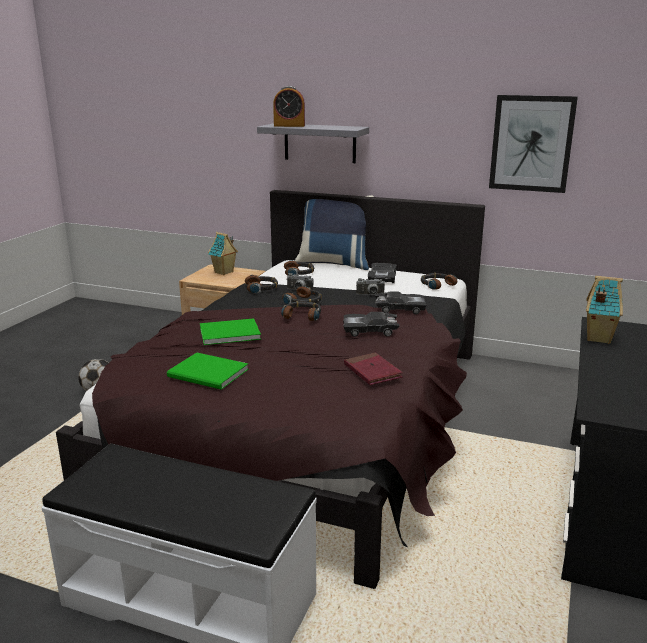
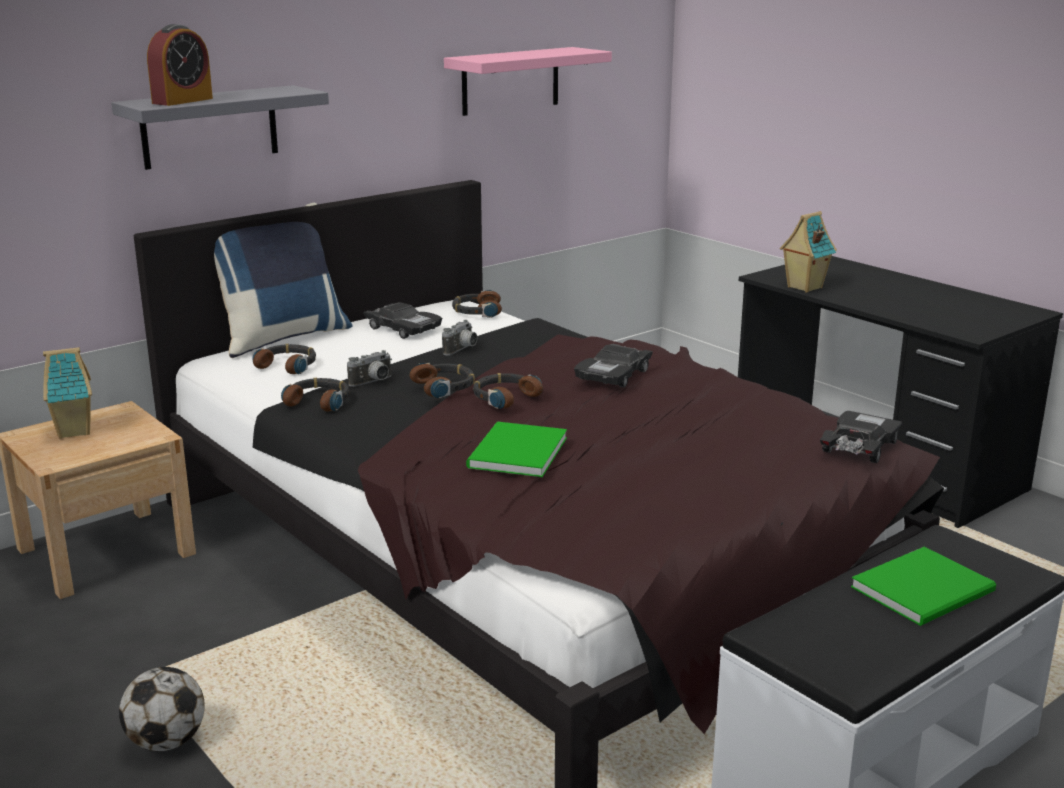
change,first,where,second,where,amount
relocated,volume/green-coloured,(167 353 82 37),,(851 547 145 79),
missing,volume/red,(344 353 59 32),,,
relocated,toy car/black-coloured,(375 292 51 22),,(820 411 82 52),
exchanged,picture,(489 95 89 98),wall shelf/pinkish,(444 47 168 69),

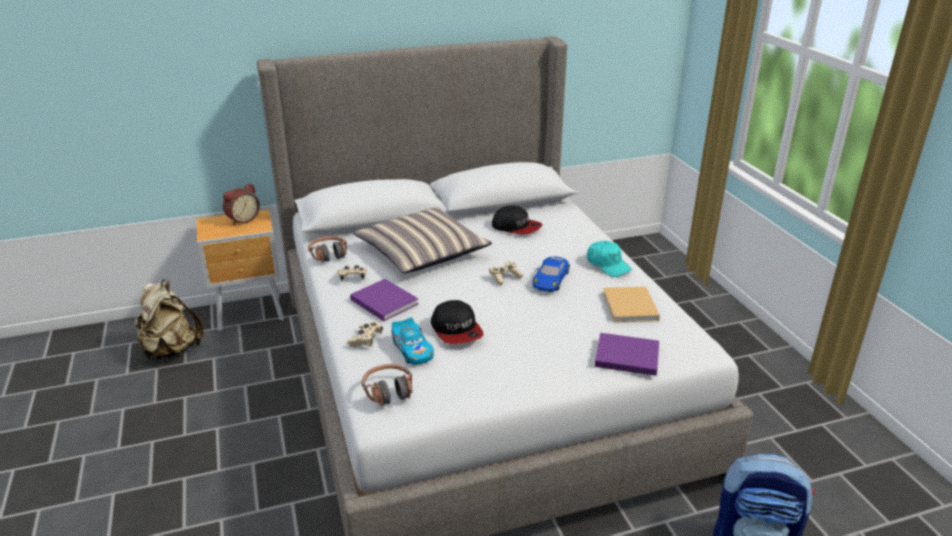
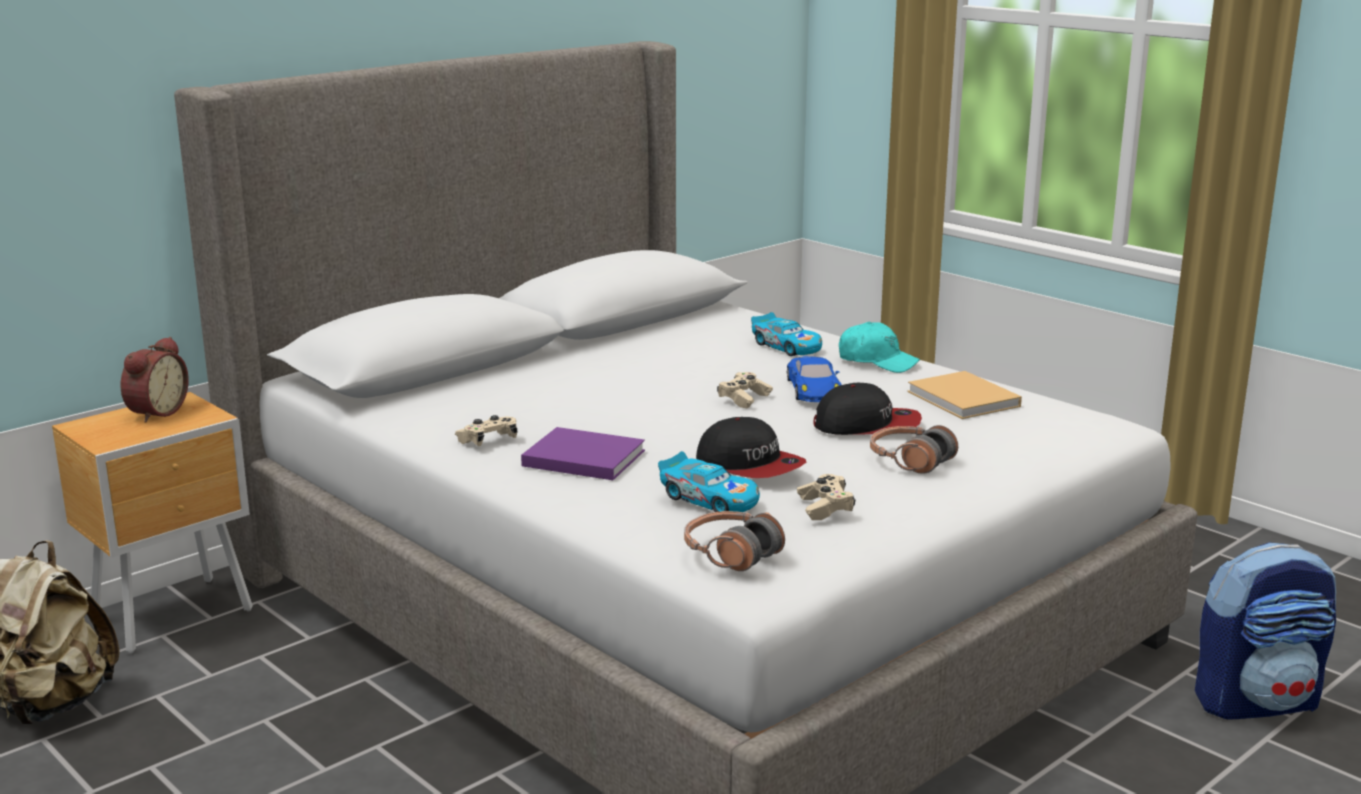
change,first,where,second,where,amount
relocated,pair of headphones,(308 236 39 27),,(870 425 88 49),
relocated,joypad/beige-coloured,(347 321 36 26),,(797 474 59 46),
missing,pillow,(353 208 139 65),,,
relocated,cap,(492 206 51 29),,(813 383 109 52),
missing,volume/purple-coloured,(595 333 64 43),,,
appeared,,,toy car,(751 312 71 44),

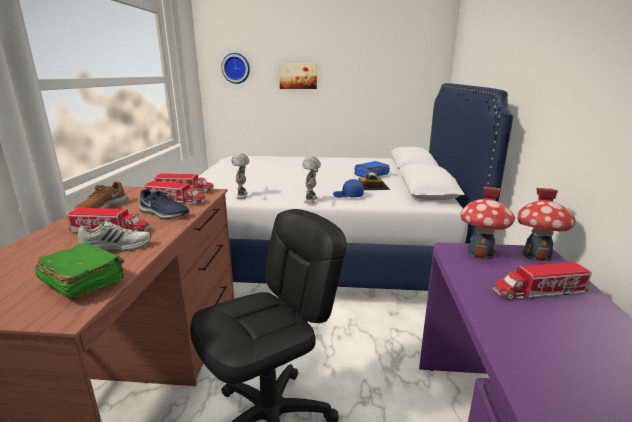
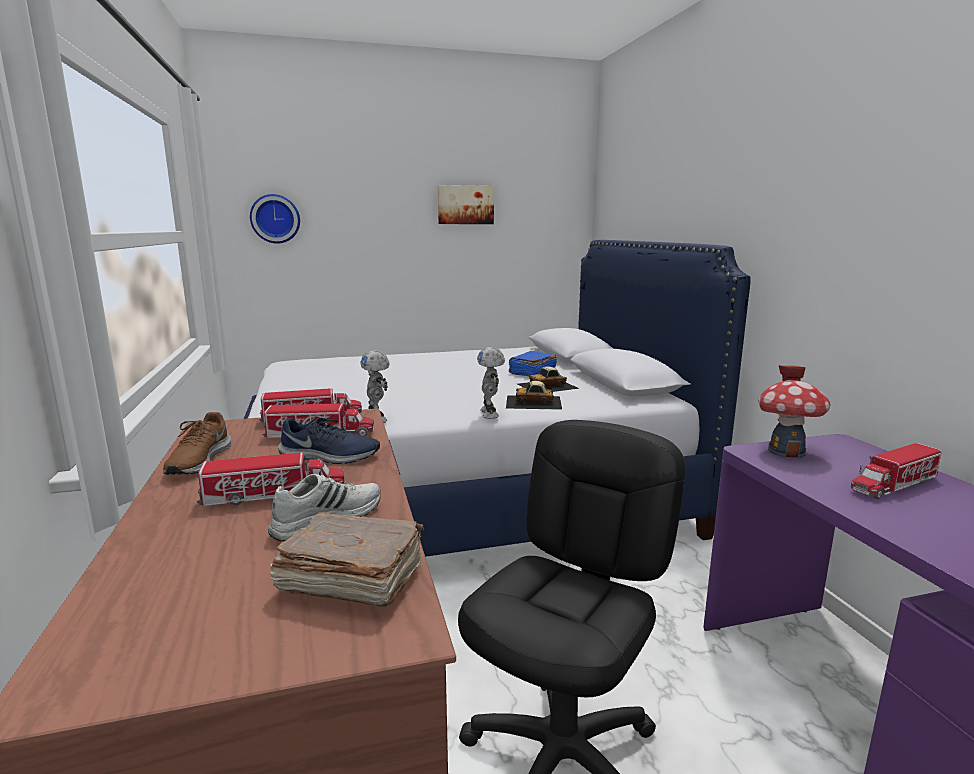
change,first,where,second,where,amount
colour,volume/green-coloured,(35 243 89 57),volume/brown,(270 512 154 95),
relocated,picture,(279 63 38 26),,(438 185 56 39),
exchanged,cap/bluish,(333 179 31 18),toy car,(506 381 56 29),
missing,model house,(517 188 59 73),,,

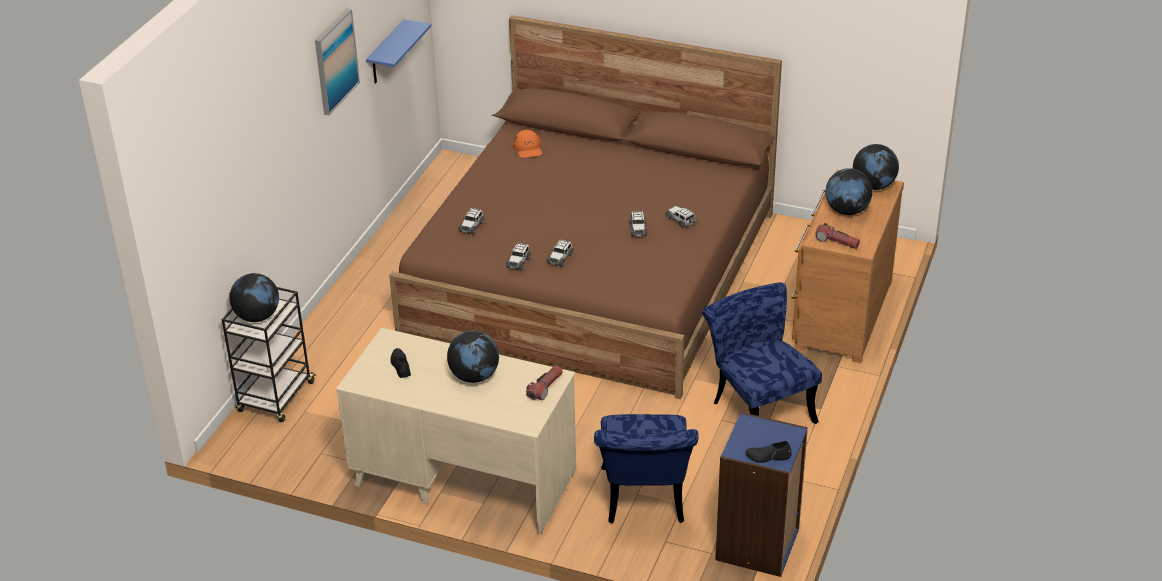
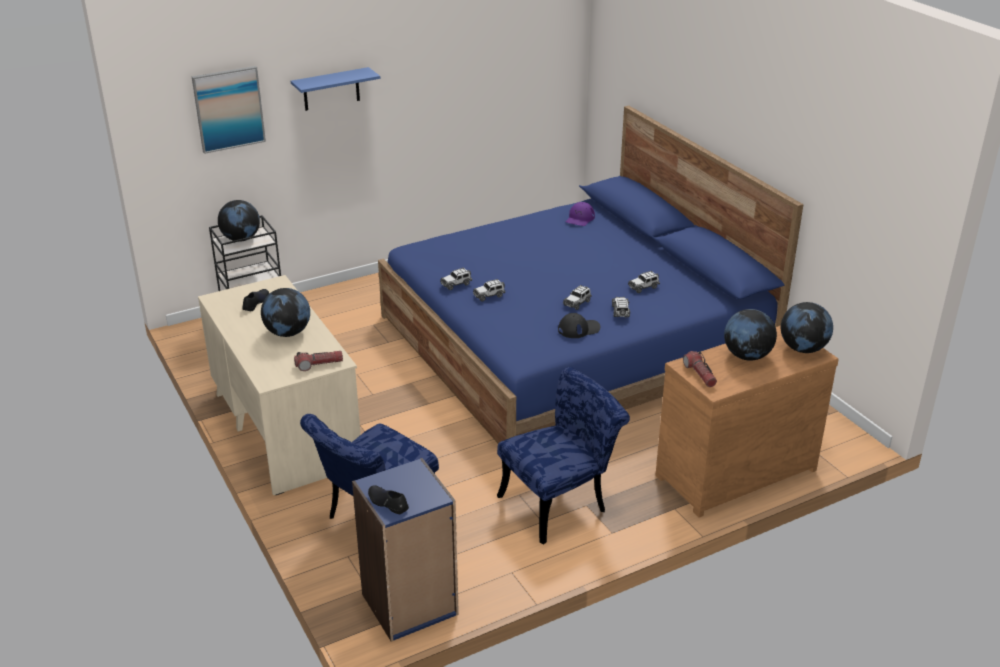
change,first,where,second,where,amount
relocated,picture,(315 9 45 106),,(191 66 75 88),
relocated,wall shelf/bluish,(366 19 65 65),,(291 67 89 44),
colour,sleeping bed/brown,(389 15 393 384),sleeping bed/bluish,(378 106 425 337),
relocated,toy car,(458 208 26 27),,(628 271 32 22),
colour,cap/orange-coloured,(513 130 29 28),cap/purple-coloured,(566 202 29 24),
spun,chair/bluish,(702 282 120 142),,(497 367 133 178),45 degrees clockwise
appeared,,,cap/black-coloured,(558 313 42 25),

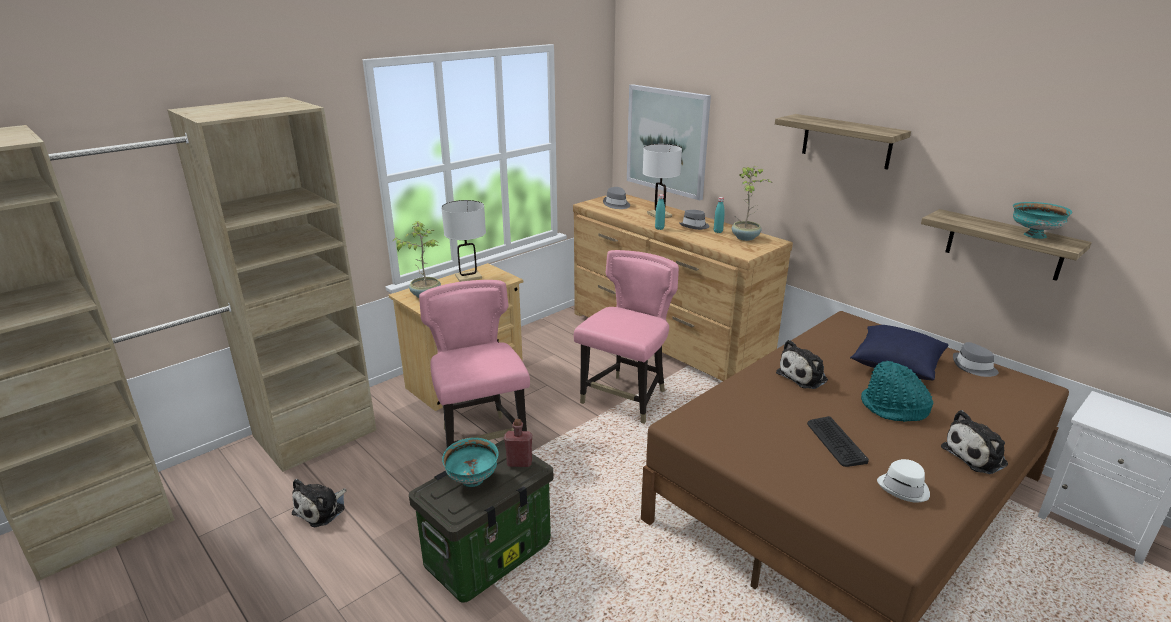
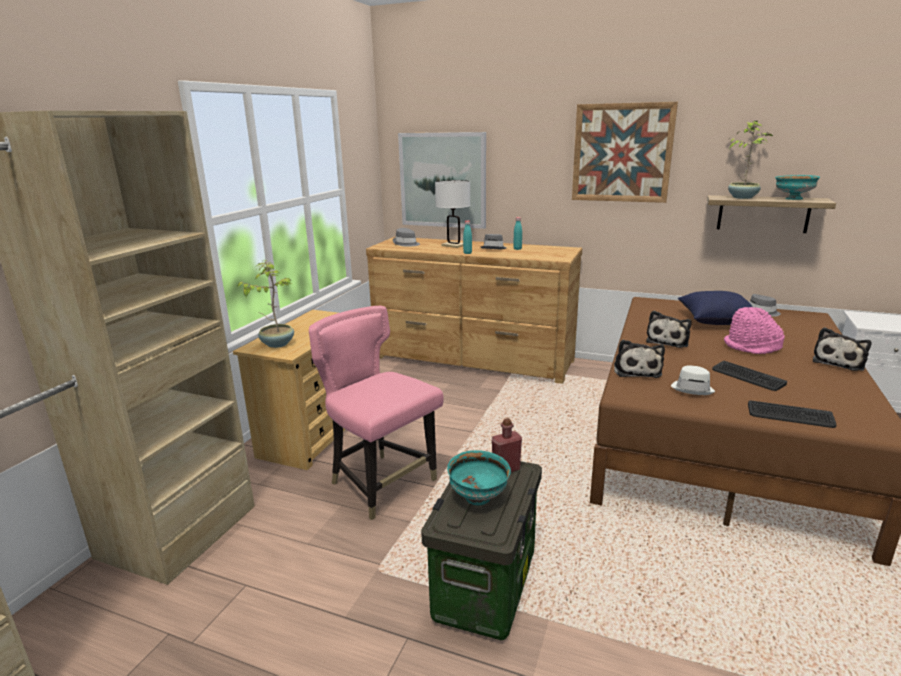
change,first,where,second,where,amount
relocated,cuddly toy,(292 479 55 48),,(614 340 51 38),
missing,table lamp/whitish,(441 200 45 82),,,
missing,chair/pinkish,(574 250 105 174),,,
relocated,plant in a pot,(732 166 39 75),,(728 121 45 78),
exchanged,wall shelf,(775 114 136 56),picture,(572 102 106 101),
colour,wearable hat/turquoise,(861 361 72 61),wearable hat/pinkish,(724 307 61 47),
relocated,wearable hat/whitish,(877 459 53 44),,(671 365 44 30),
appeared,,,keyboard,(748 400 88 28),

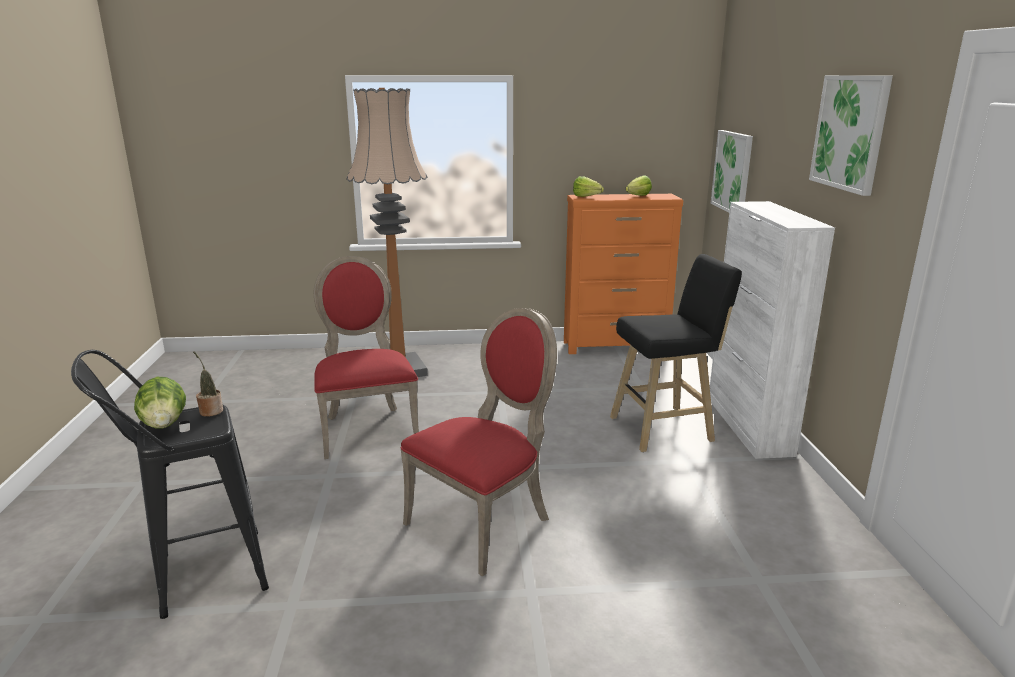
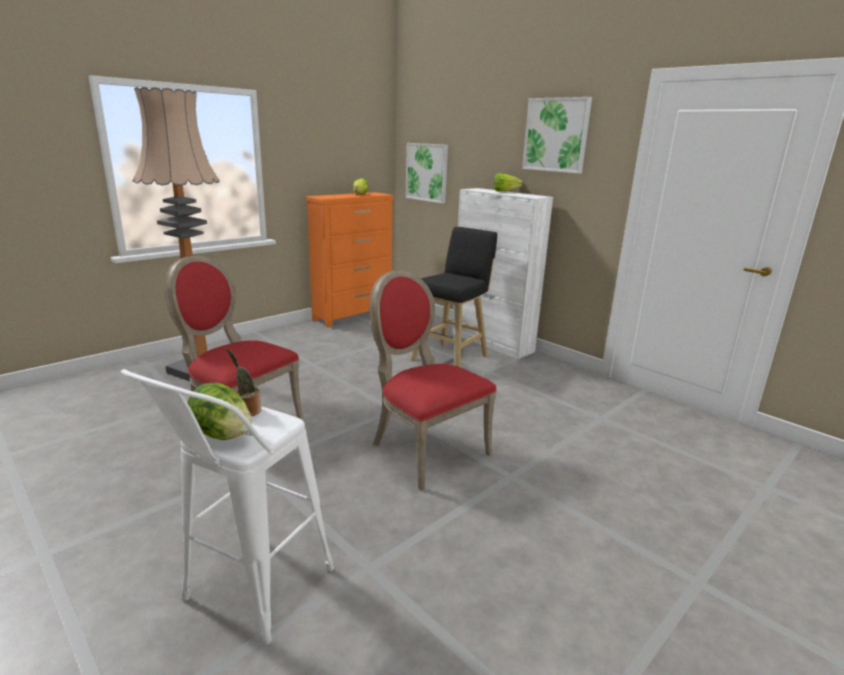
change,first,where,second,where,amount
colour,sitting stool/black-coloured,(71 350 198 269),sitting stool/whitish,(121 369 213 276),
spun,chair/red,(400 308 157 268),,(369 270 128 221),45 degrees counterclockwise
relocated,head of lettuce,(573 176 31 21),,(494 173 29 19),

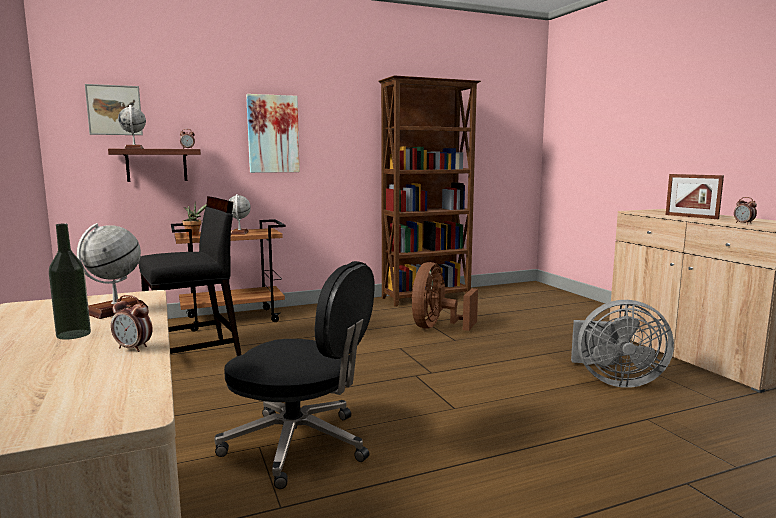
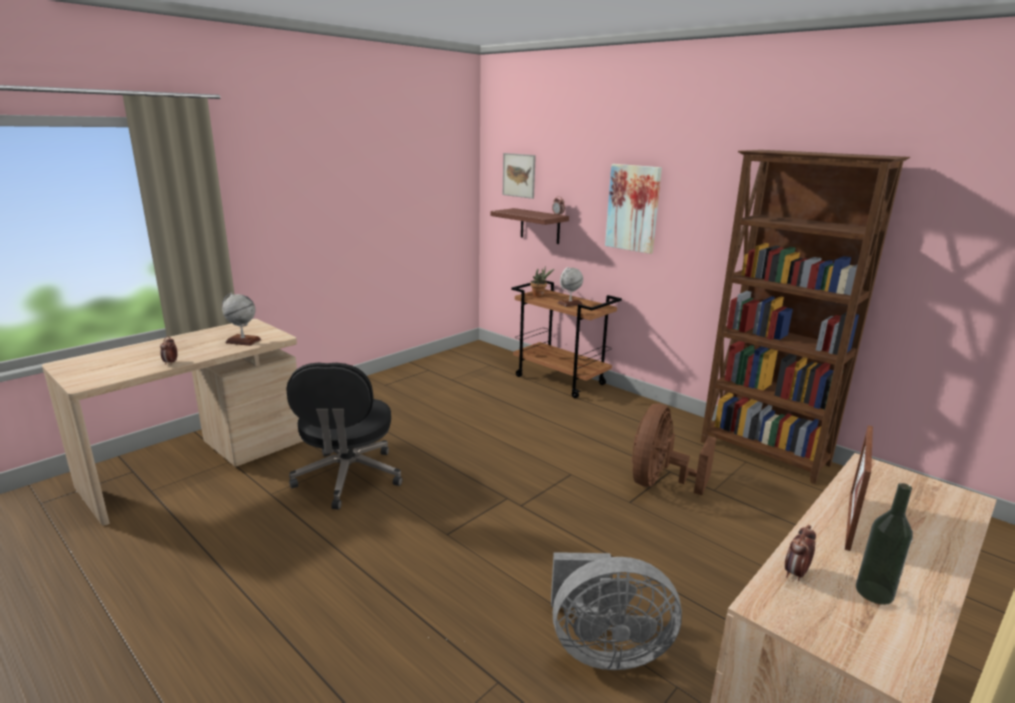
change,first,where,second,where,amount
relocated,drink bottle,(49 224 42 116),,(856 483 57 122),
missing,world globe,(118 105 28 44),,,
missing,chair/black-coloured,(139 196 102 160),,,
spun,fan/brown,(412 262 66 69),,(631 404 85 91),60 degrees counterclockwise
spun,fan/gray,(571 300 103 88),,(551 552 131 118),75 degrees counterclockwise

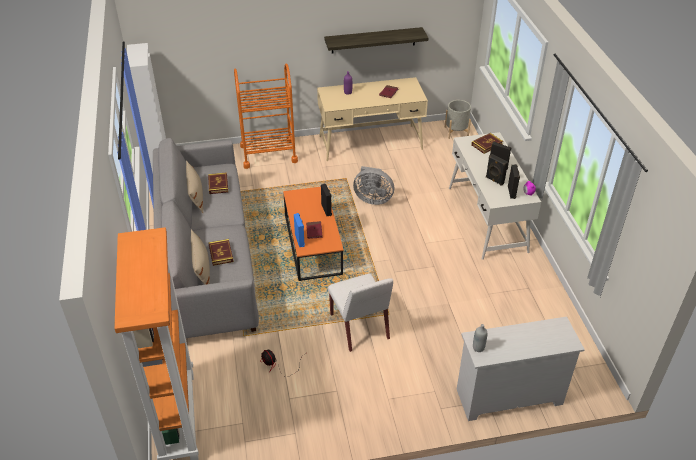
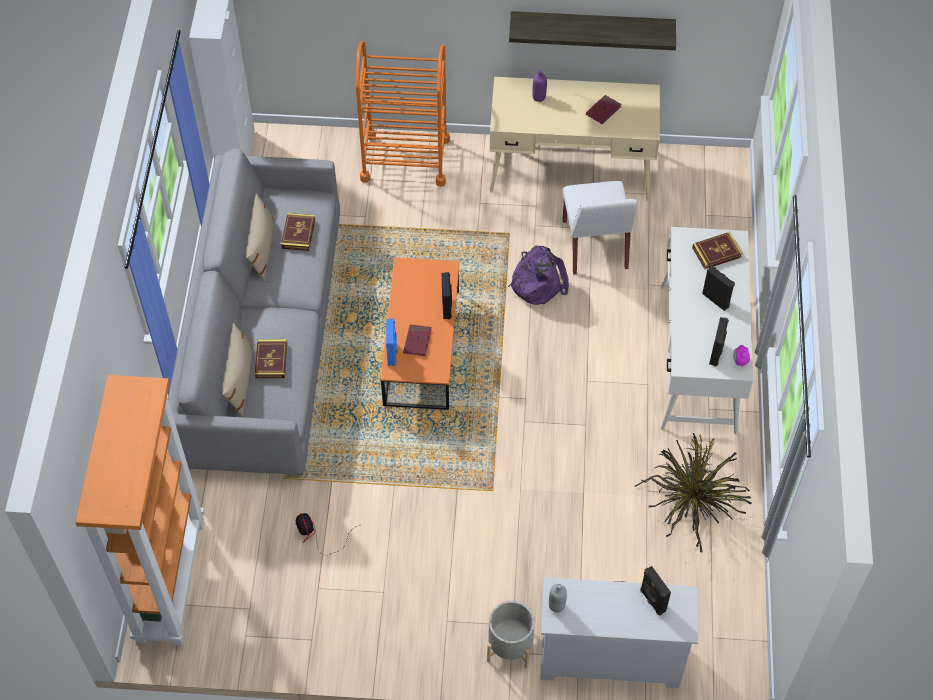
change,first,where,second,where,amount
relocated,chair/whitish,(328 274 65 78),,(563 181 74 93),
exchanged,fan/gray,(353 166 41 39),knapsack/purple-coloured,(508 245 61 60),
relocated,plant pot/gray,(445 100 26 39),,(487 601 48 67),
relocated,speaker/black-coloured,(486 154 22 32),,(640 566 31 50),
appeared,,,plant in a pot,(635 433 117 119),

